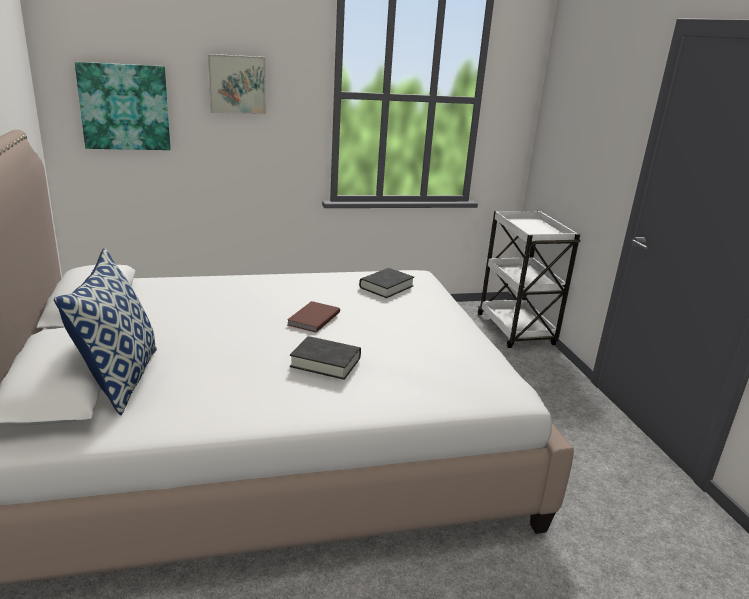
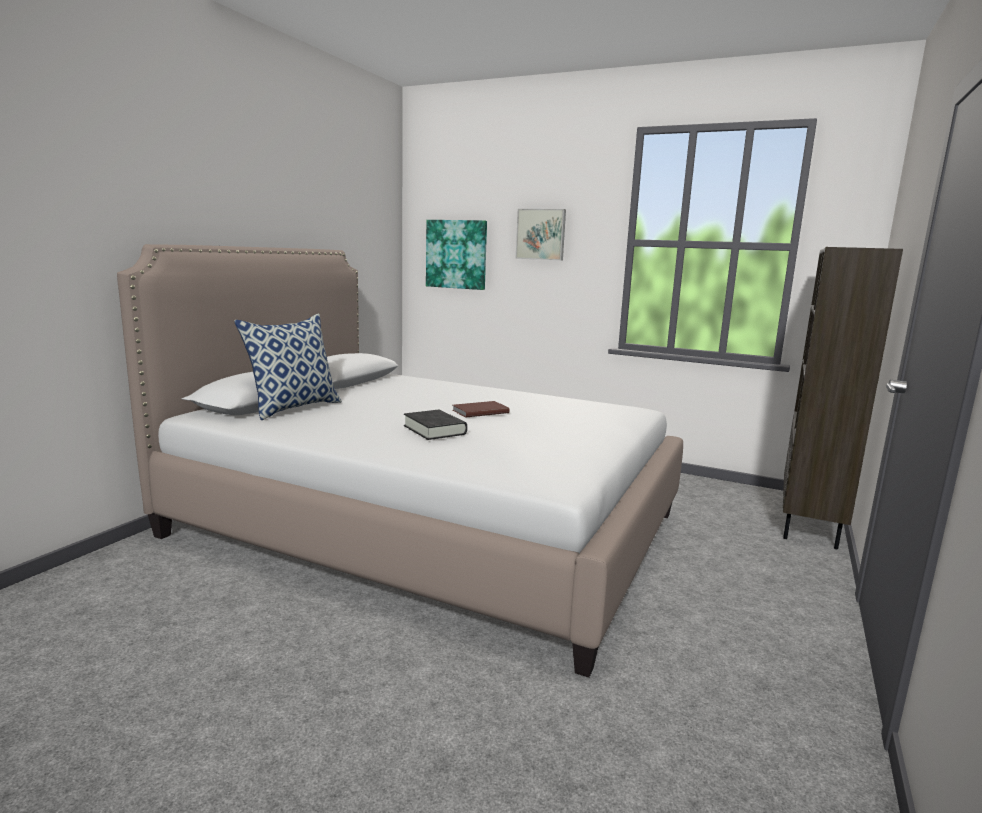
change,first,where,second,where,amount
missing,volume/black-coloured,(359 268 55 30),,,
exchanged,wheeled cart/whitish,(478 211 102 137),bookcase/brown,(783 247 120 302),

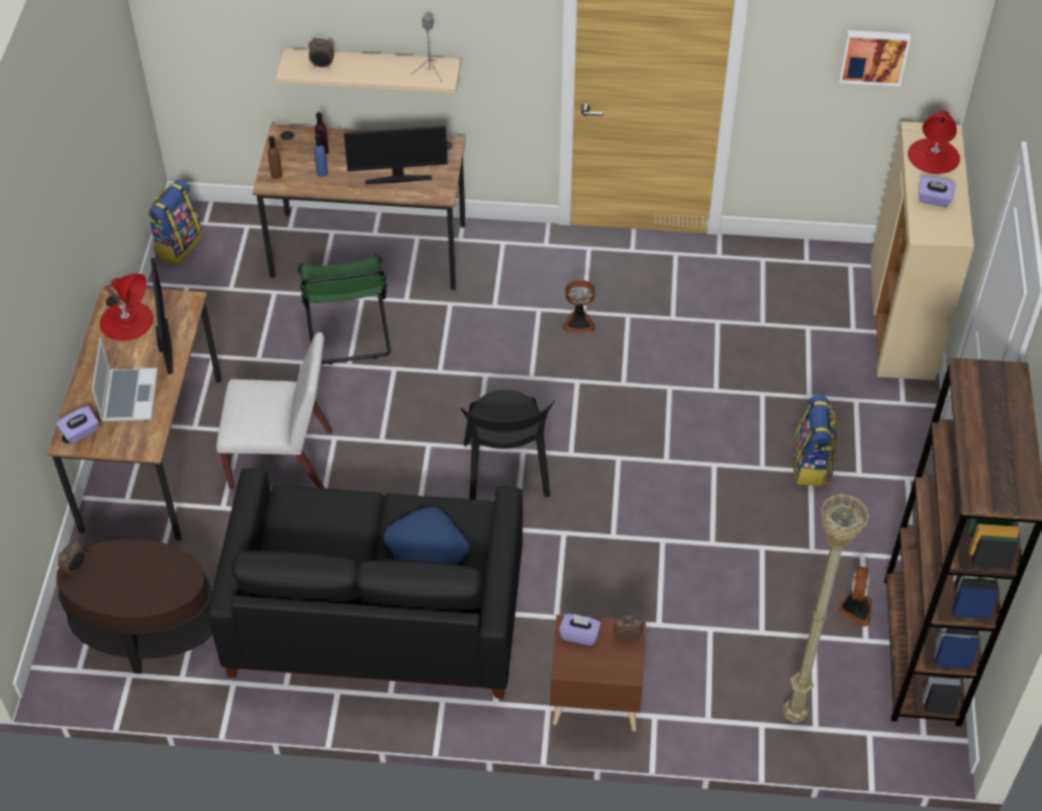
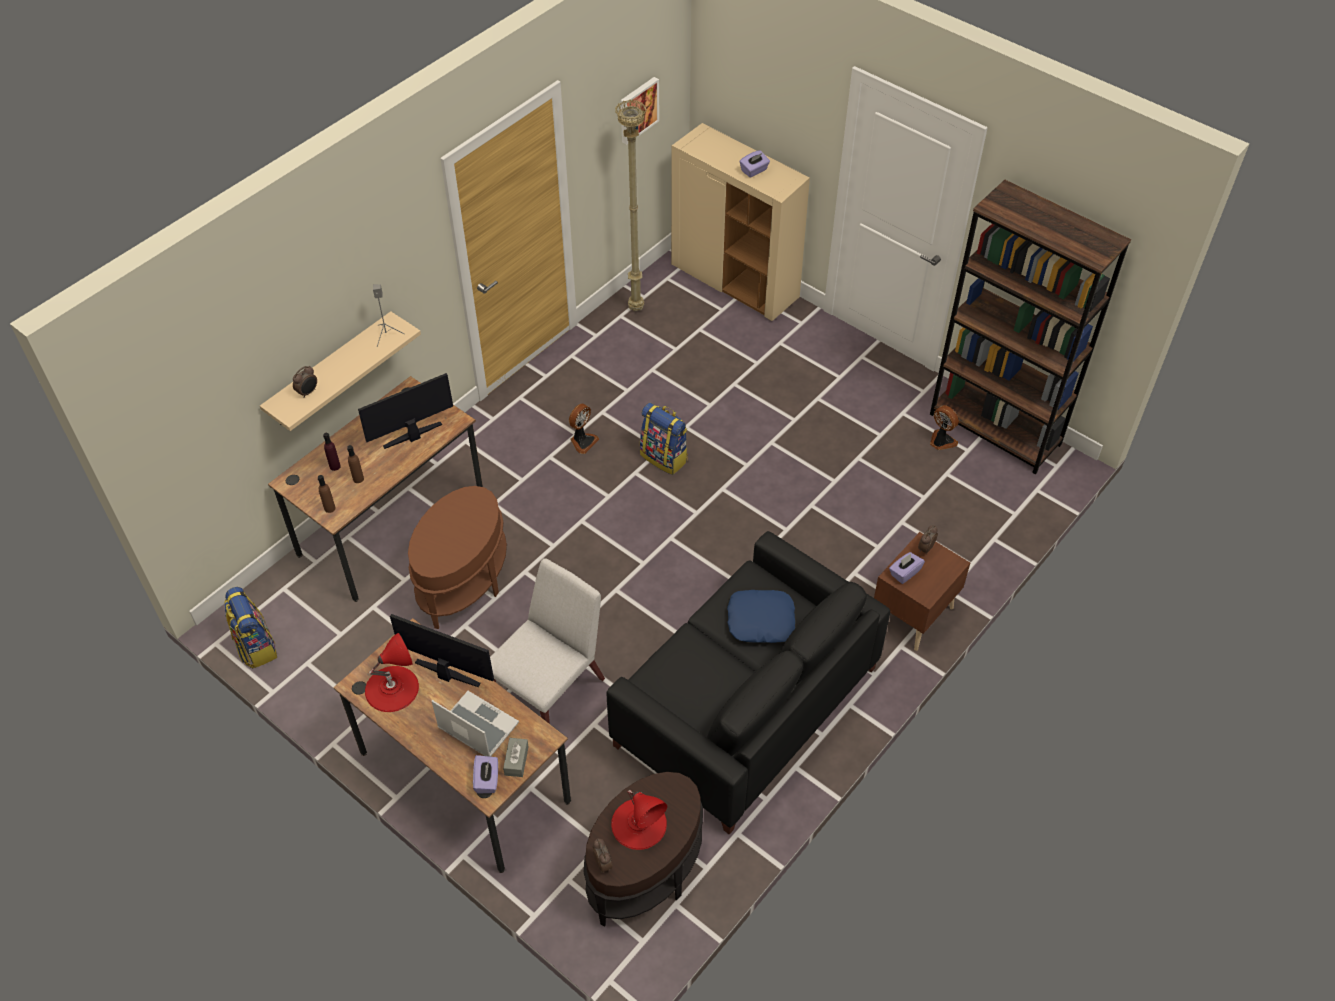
change,first,where,second,where,amount
exchanged,chair/green-coloured,(298 253 93 111),end table/brown,(408 486 99 143),
colour,drink bottle/bluish,(314 134 14 43),drink bottle/brown,(347 445 17 38),
spun,computer screen,(344 126 104 58),,(358 373 95 76),150 degrees counterclockwise
missing,chair/black-coloured,(460 390 95 110),,,
relocated,standard lamp/beige-coloured,(783 493 87 230),,(615 100 32 211),
relocated,knapsack,(793 395 44 91),,(640 403 48 72),
relocated,table lamp/red,(908 110 52 64),,(611 790 56 60),
appeared,,,box of tissues/gray,(503 738 26 39),

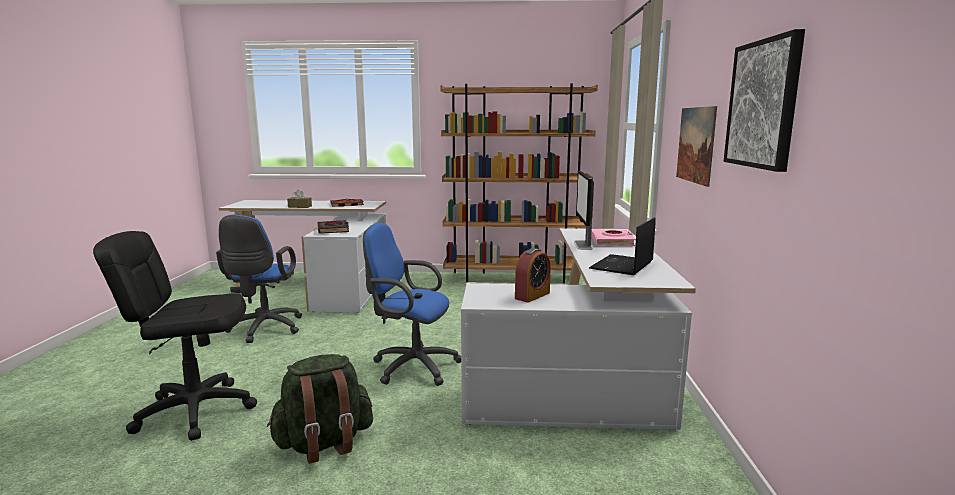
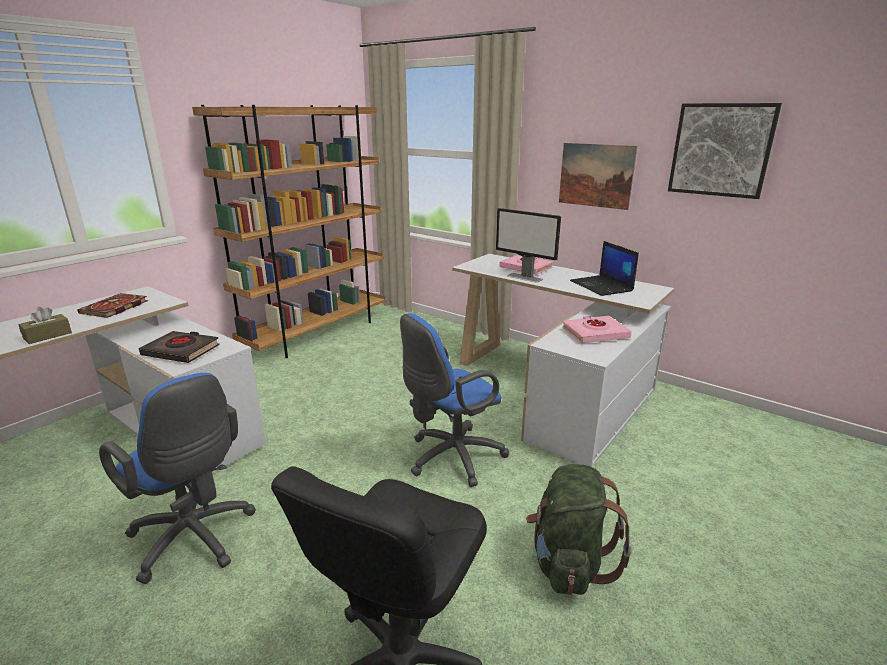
change,first,where,second,where,amount
exchanged,alarm clock,(515 248 36 54),volume/pinkish,(562 316 70 27),

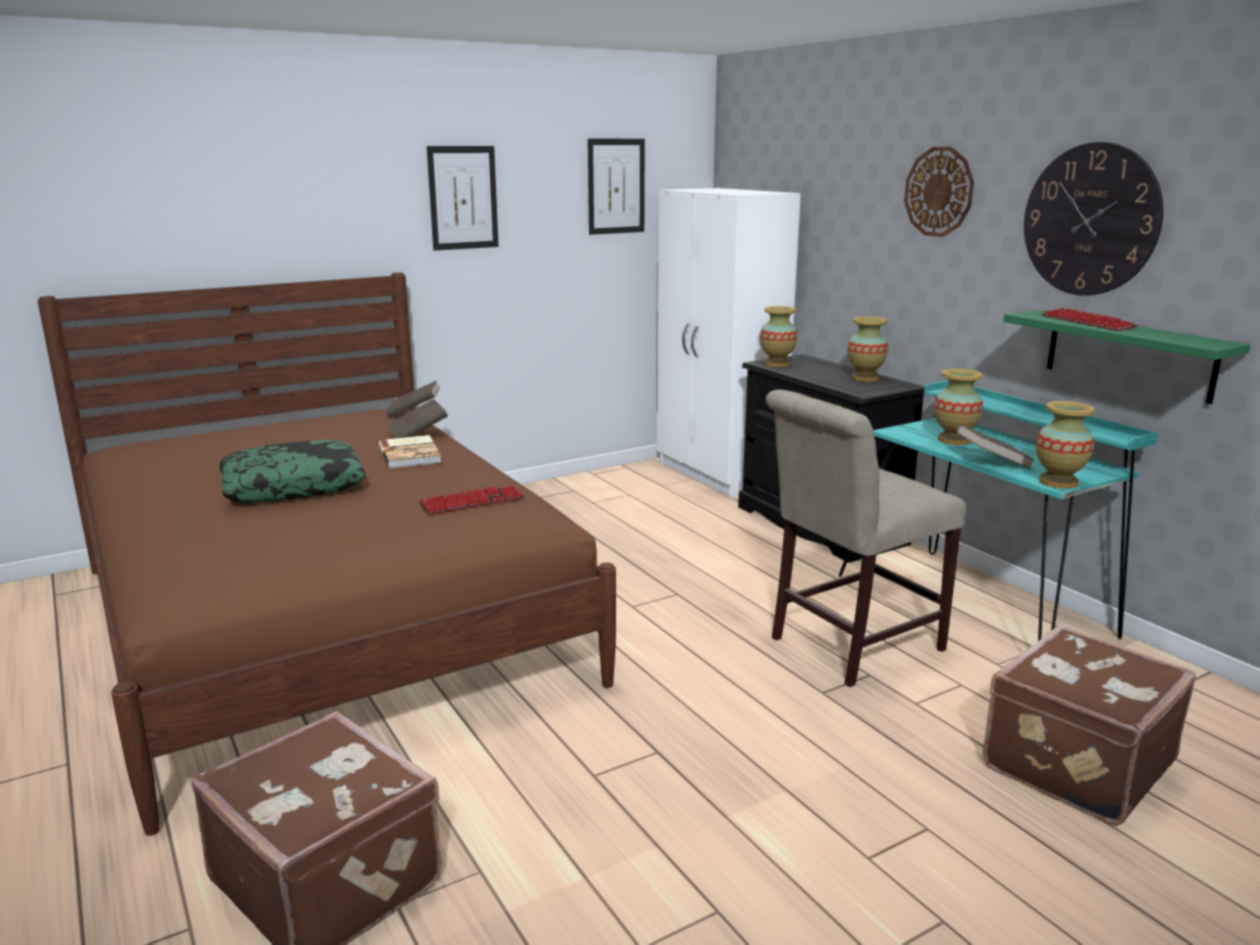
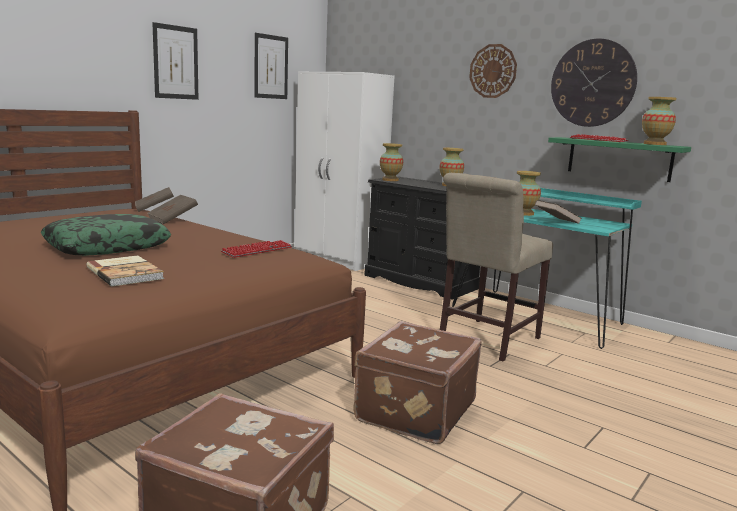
change,first,where,second,where,amount
relocated,volume,(379 435 63 33),,(87 255 77 32),
relocated,suitcase/brown,(983 625 213 200),,(353 321 129 123),
relocated,vase,(1036 401 59 88),,(642 97 34 48),

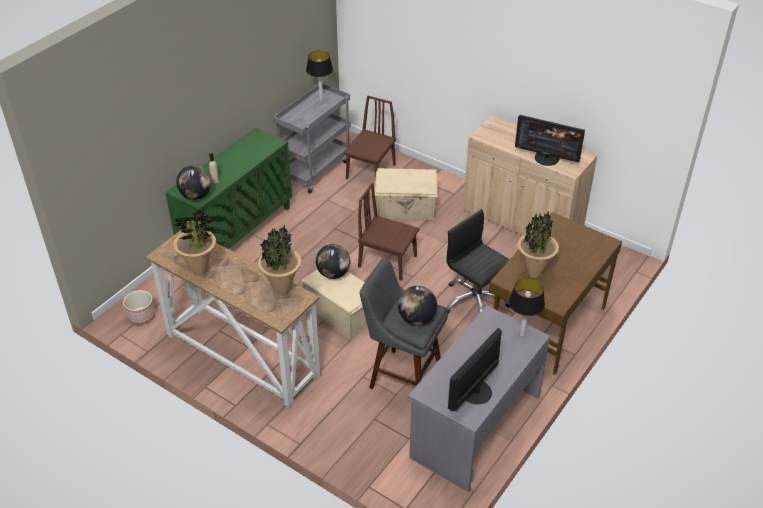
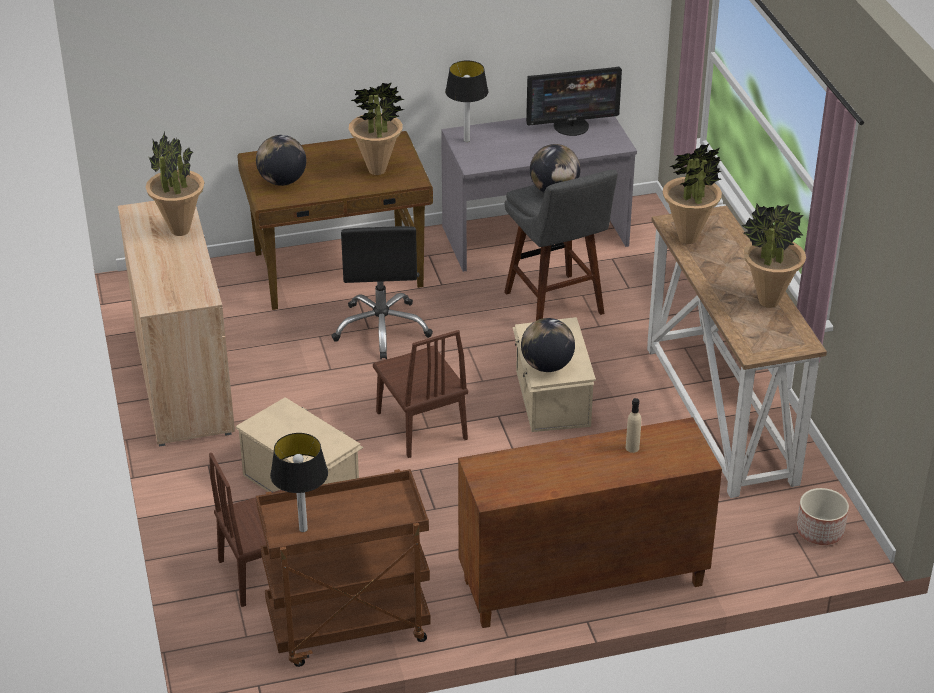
change,first,where,second,where,amount
colour,cupboard/green-coloured,(165 128 127 121),cupboard/brown,(458 417 264 211),
relocated,world globe,(176 165 36 35),,(256 135 50 51),
colour,wheeled cart/gray,(273 83 78 110),wheeled cart/brown,(256 469 175 198),
exchanged,computer screen,(515 115 70 51),plant in a pot,(146 132 59 104),

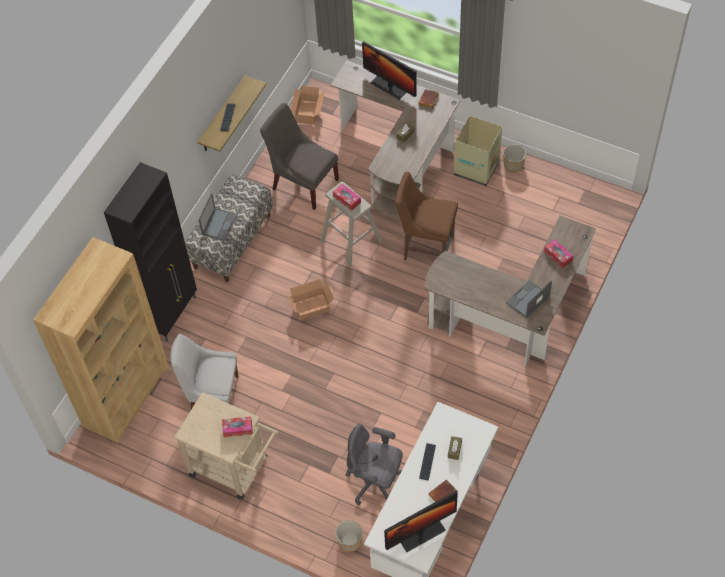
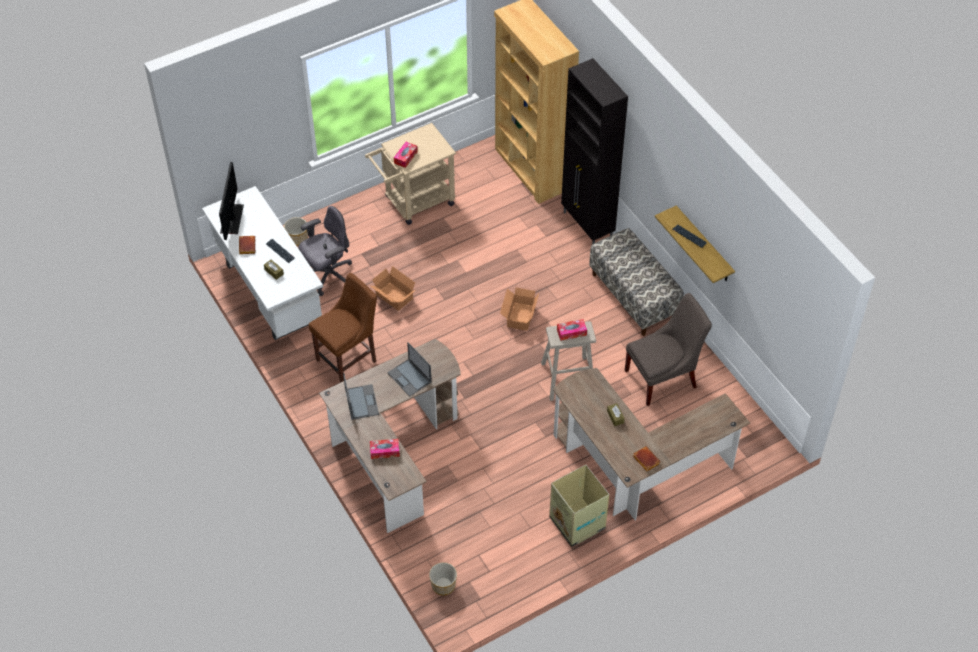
change,first,where,second,where,amount
missing,chair/whitish,(170 334 68 75),,,
relocated,laptop,(199 193 39 48),,(387 342 45 55),
relocated,cardboard box,(290 86 35 39),,(370 266 46 45),
missing,computer screen,(362 41 54 59),,,
relocated,chair/brown,(395 172 63 88),,(309 273 68 110),
relocated,plant pot,(503 144 23 28),,(429 562 28 33),

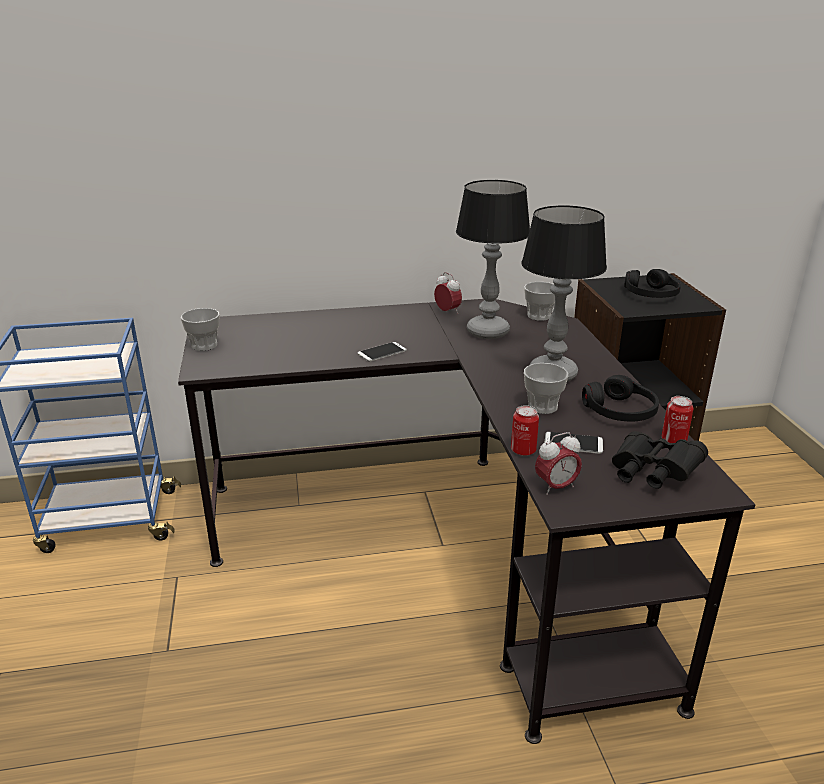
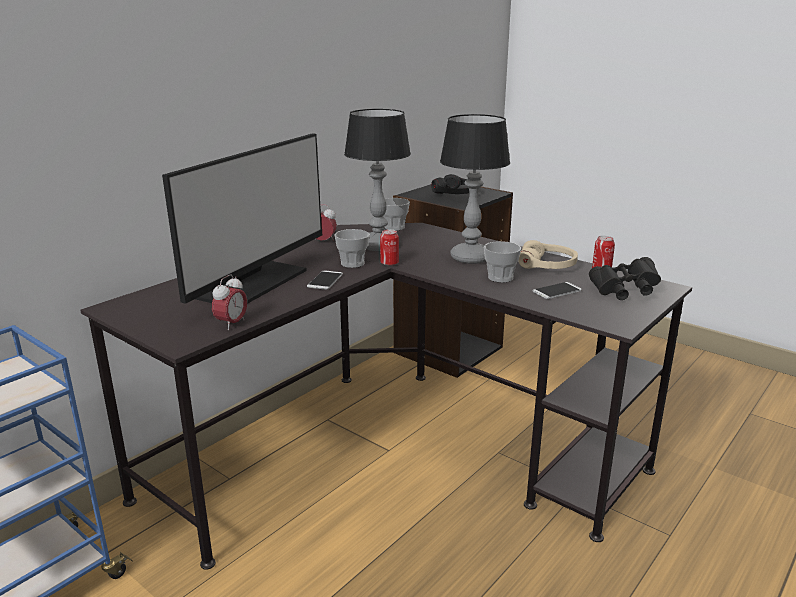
change,first,where,second,where,amount
relocated,small cup,(181 308 38 43),,(334 229 36 39),
relocated,can,(511 405 28 51),,(380 229 19 37),
relocated,alarm clock,(535 432 47 63),,(212 274 35 57),
colour,pair of headphones/black-coloured,(582 375 77 46),pair of headphones/beige-coloured,(518 240 60 29),
appeared,,,computer screen,(162 133 160 171),

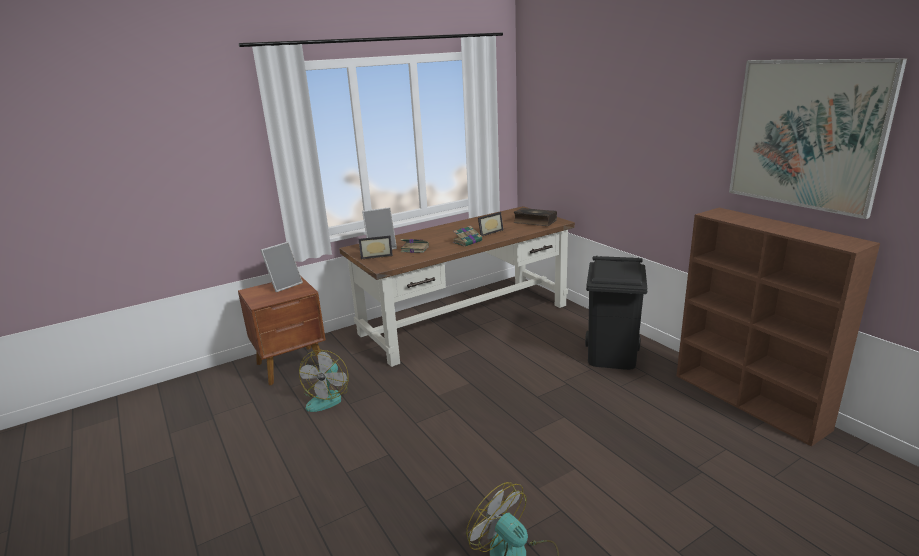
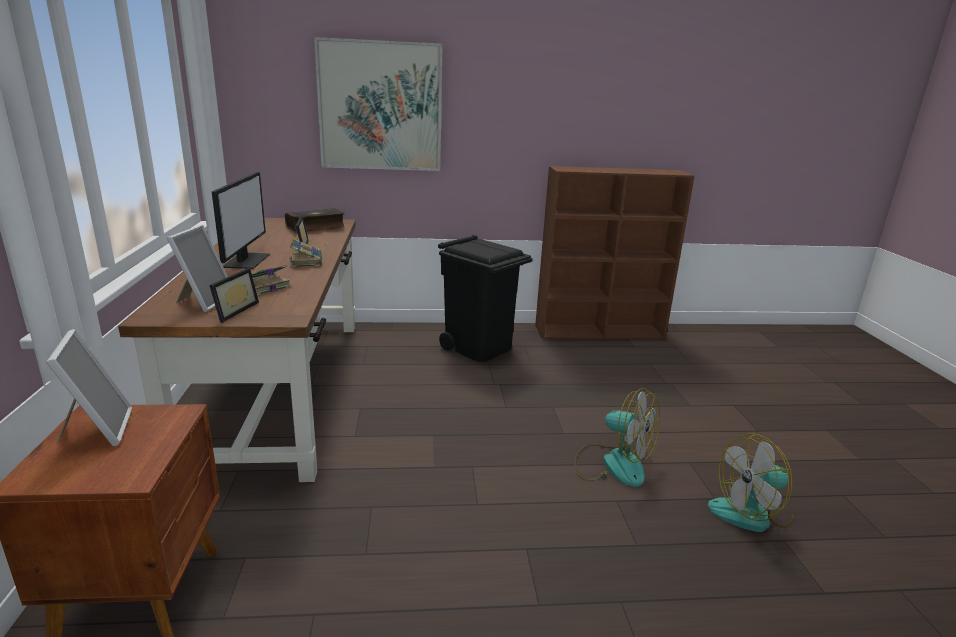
change,first,where,second,where,amount
relocated,fan,(299 350 50 62),,(574 388 86 99),
relocated,picture,(729 58 178 161),,(314 37 129 134),
appeared,,,computer screen,(212 172 58 97),

